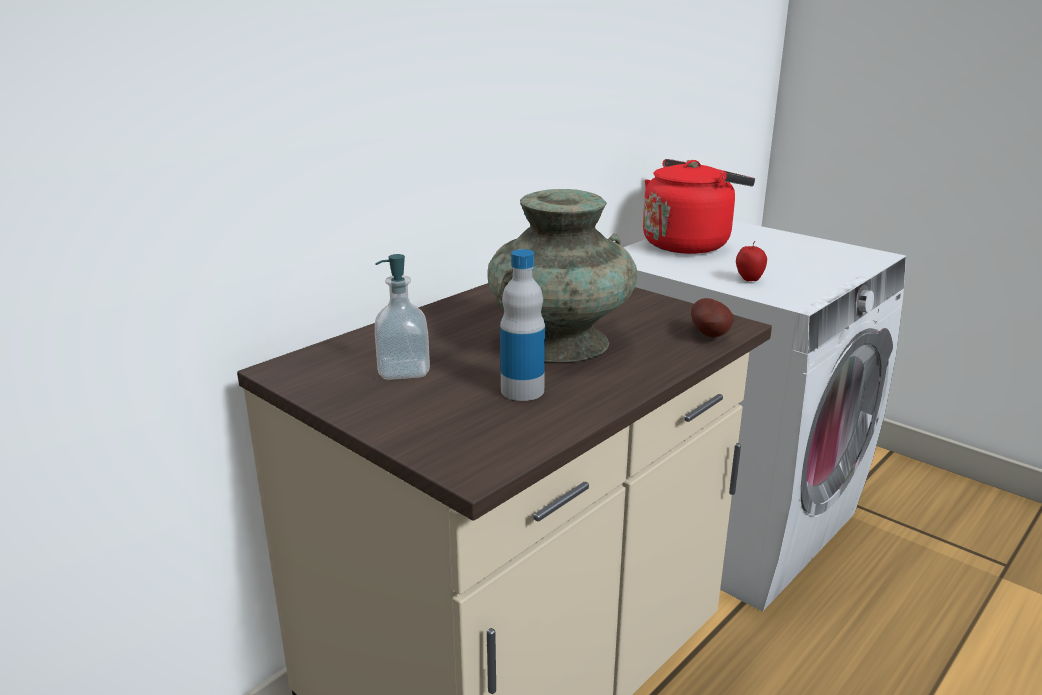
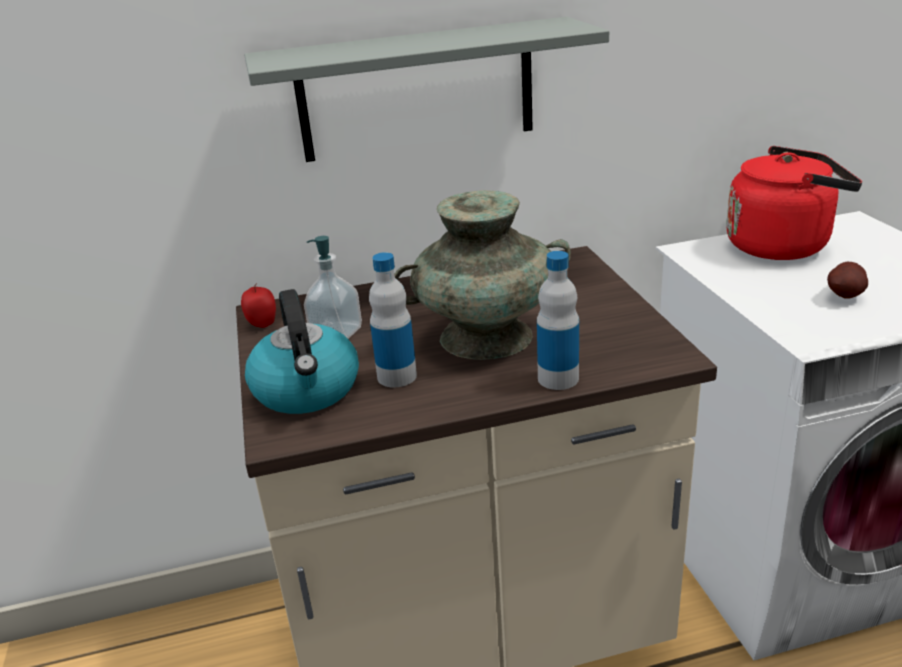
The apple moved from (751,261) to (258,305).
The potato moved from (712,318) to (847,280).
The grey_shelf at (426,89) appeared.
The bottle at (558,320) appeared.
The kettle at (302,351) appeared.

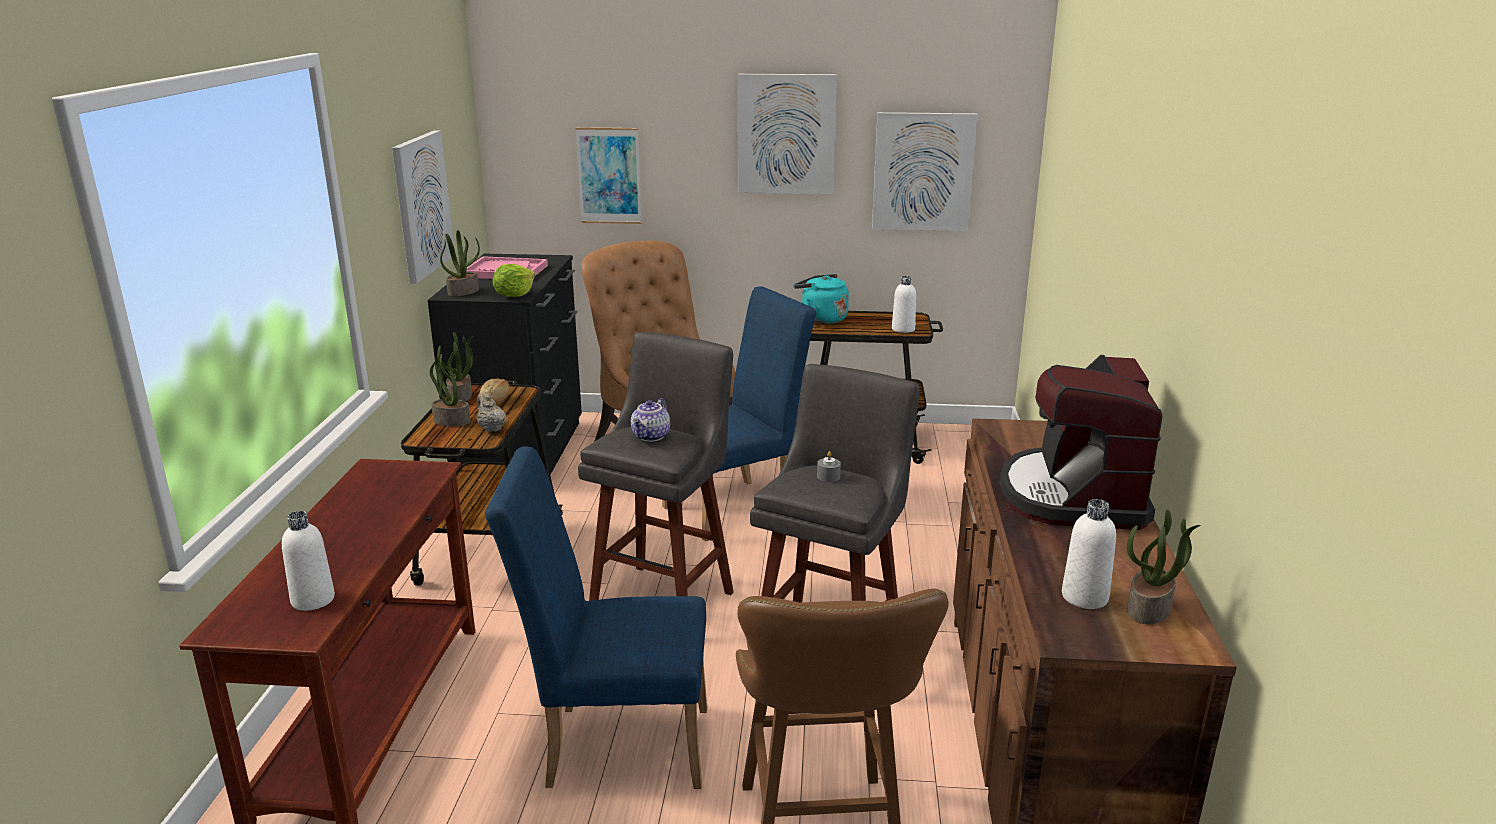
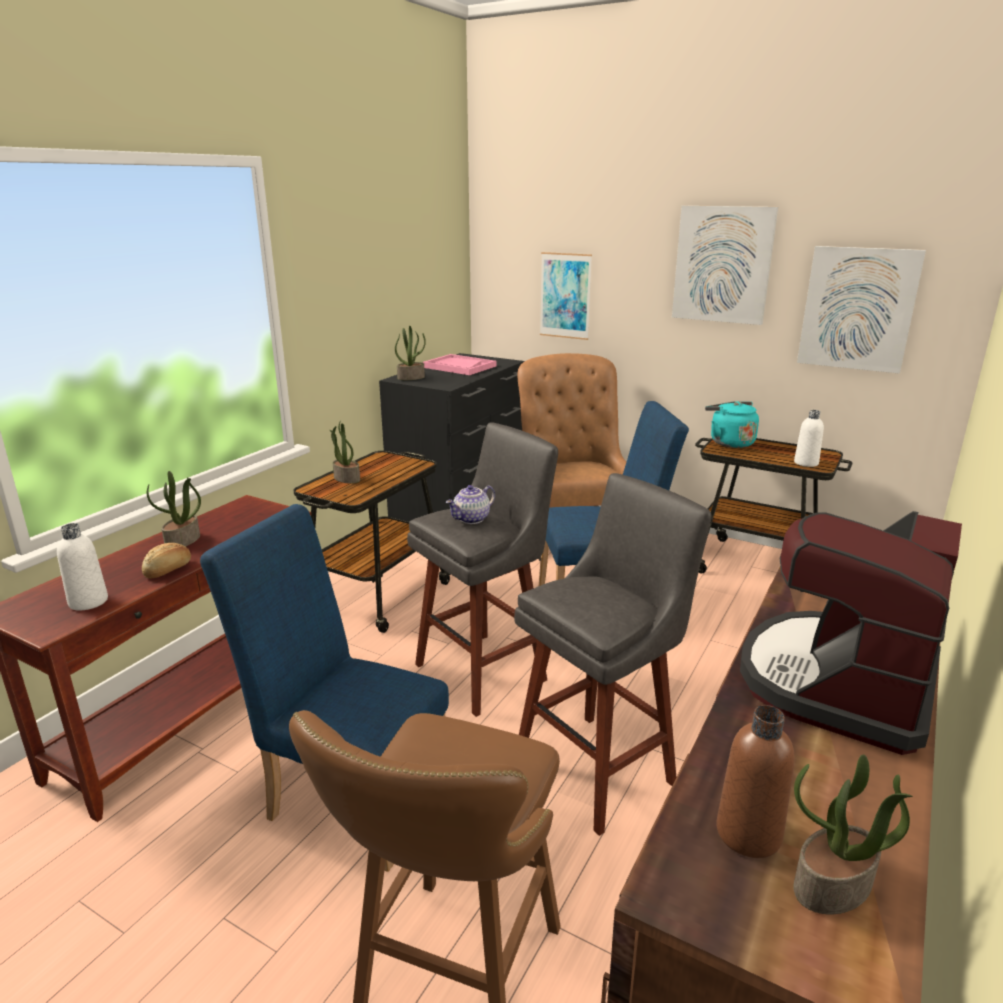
The picture at (423,207) disappeared.
The lettuce at (513,280) disappeared.
The potted_plant moved from (455,366) to (174,509).
The bread moved from (494,392) to (166,560).
The beige_teapot at (491,412) disappeared.
The grey_candle at (829,466) disappeared.
The white_bottle at (1089,554) became the brown_bottle at (755,781).

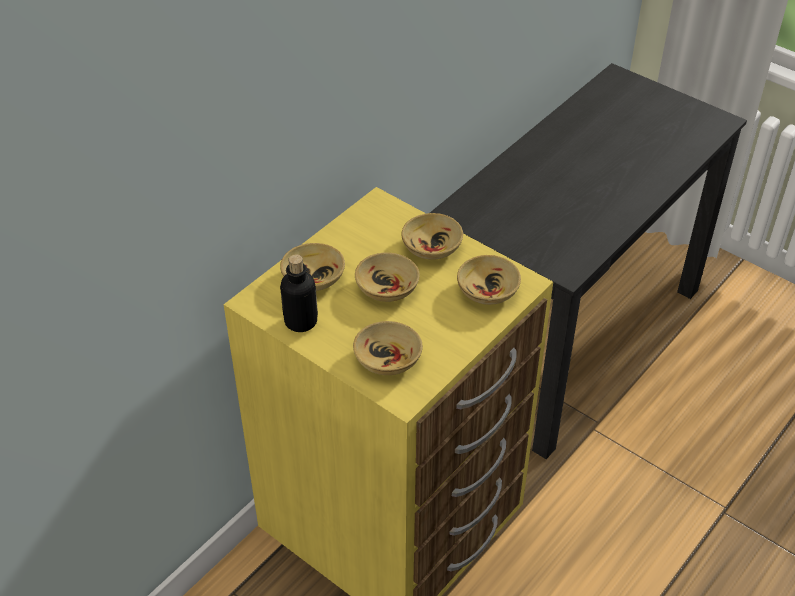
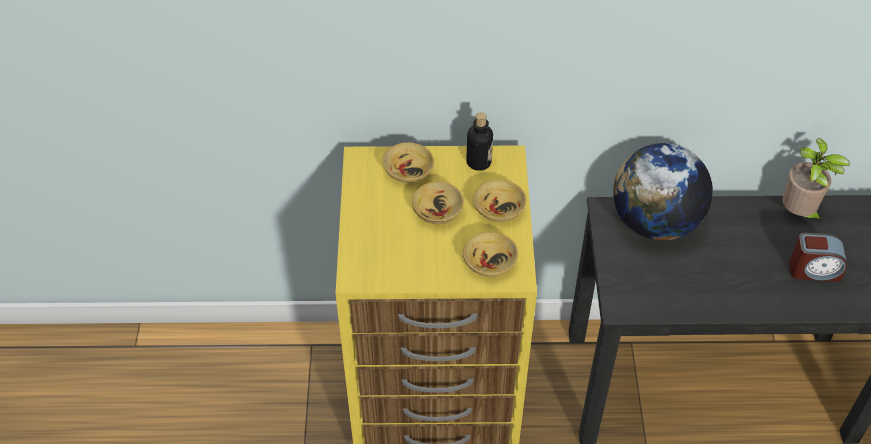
The bottle moved from (299,293) to (479,141).
The beige_bowl at (388,348) disappeared.
The potted_plant at (816,180) appeared.
The globe at (663,192) appeared.
The alarm_clock at (818,257) appeared.

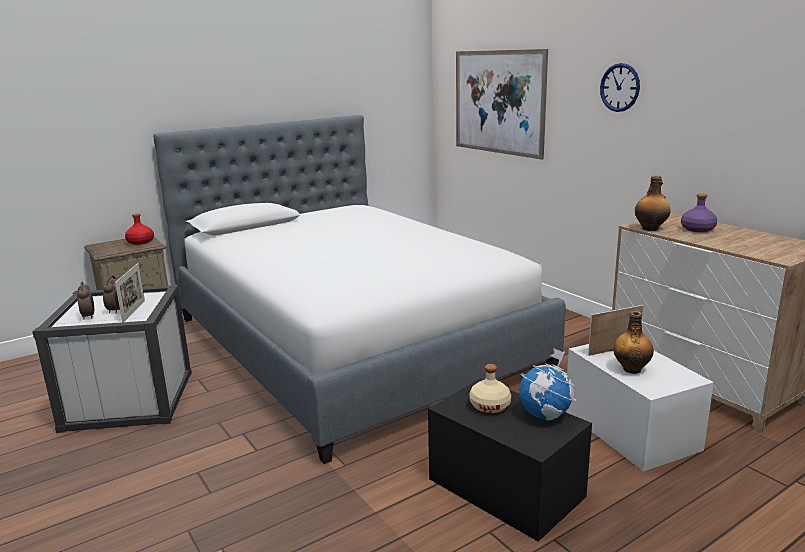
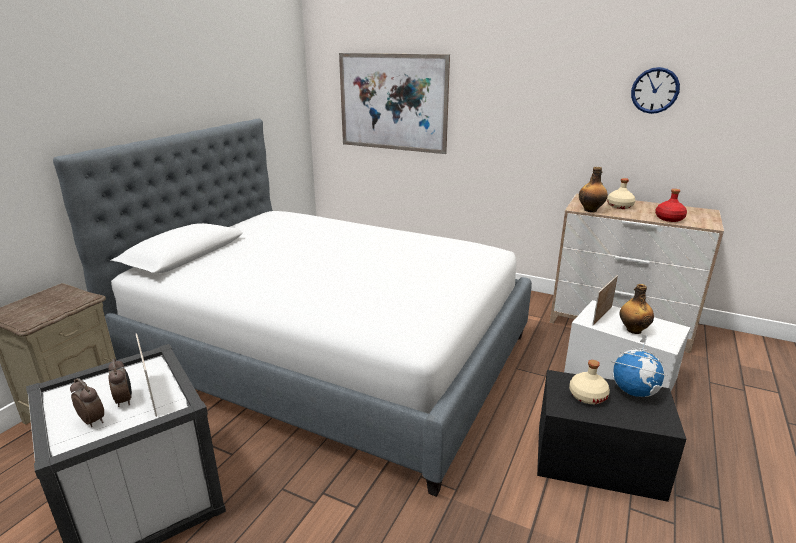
The wall_clock moved from (620,87) to (655,90).
The purple_bottle at (699,213) became the beige_bottle at (621,193).
The red_bottle moved from (139,229) to (671,205).

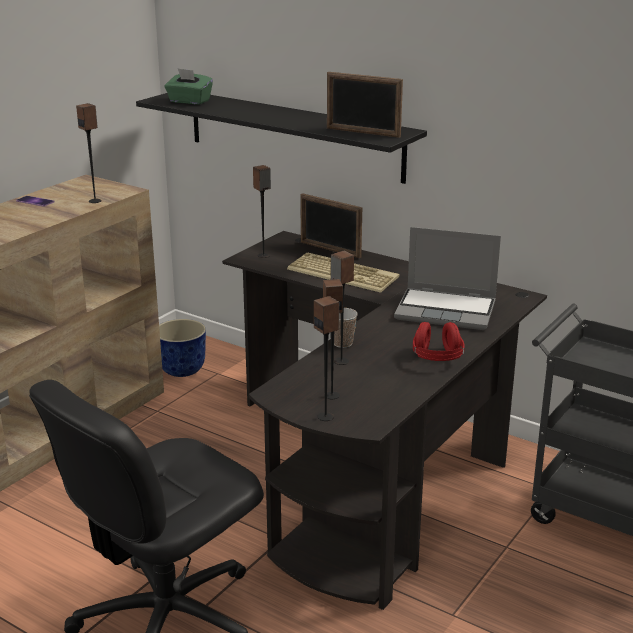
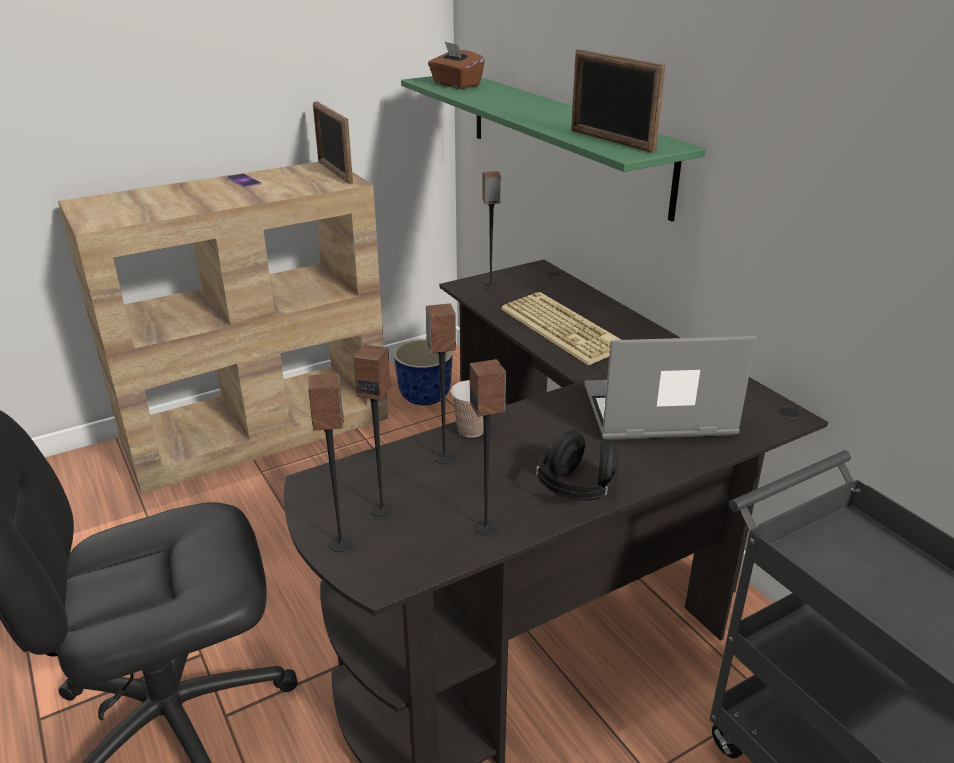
The green_tissue_box at (189,86) became the brown_tissue_box at (456,65).
The black_shelf at (281,138) became the green_shelf at (553,149).
The speaker moved from (89,153) to (488,447).
The picture_frame moved from (331,225) to (333,142).
The laptop at (447,278) turned 135 degrees clockwise.
The red_headphones at (439,341) became the black_headphones at (577,465).

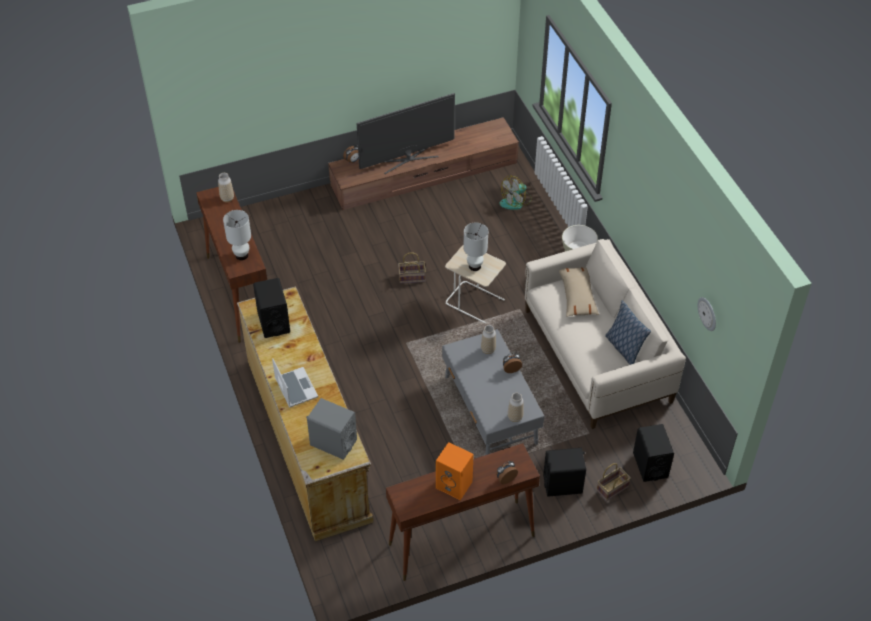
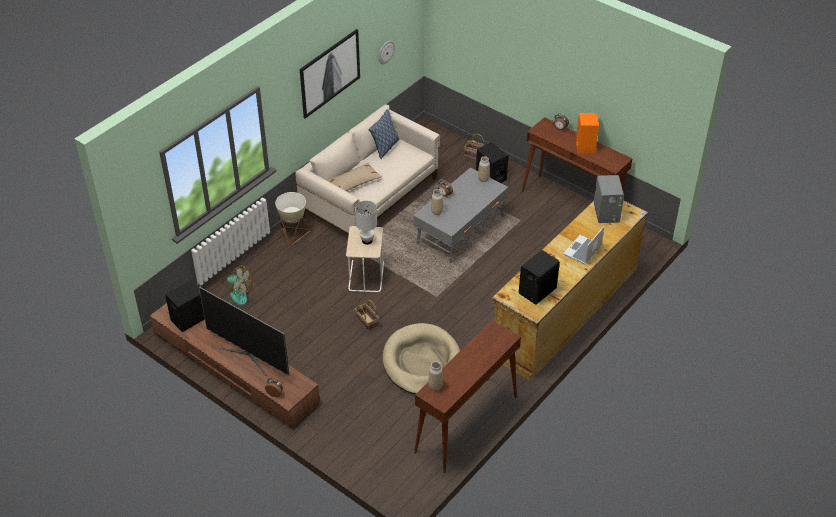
The white_table_lamp at (237,235) disappeared.
The black_speaker moved from (653,453) to (185,306).
The picture at (330,74) appeared.
The beige_dog_bed at (421,358) appeared.

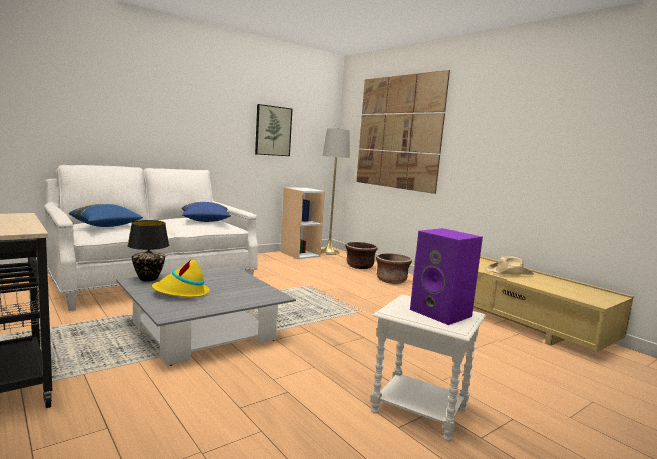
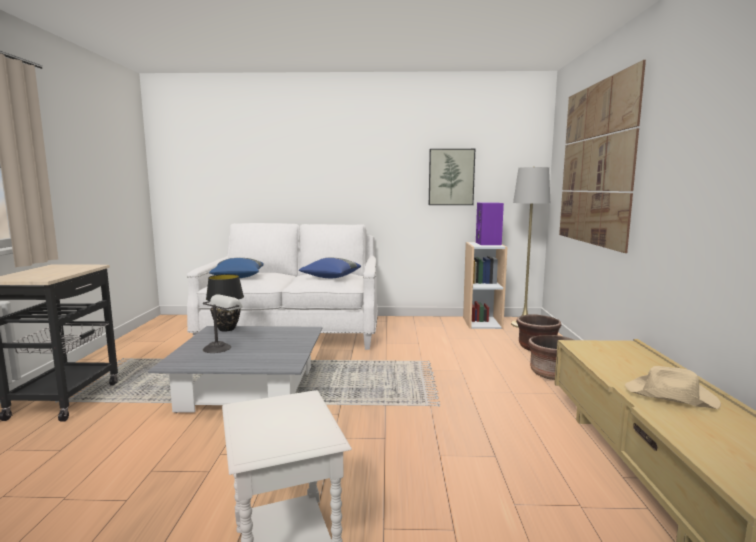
The purple_speaker moved from (446,276) to (490,223).
The yellow_hat at (181,278) was replaced by the table_lamp at (223,323).

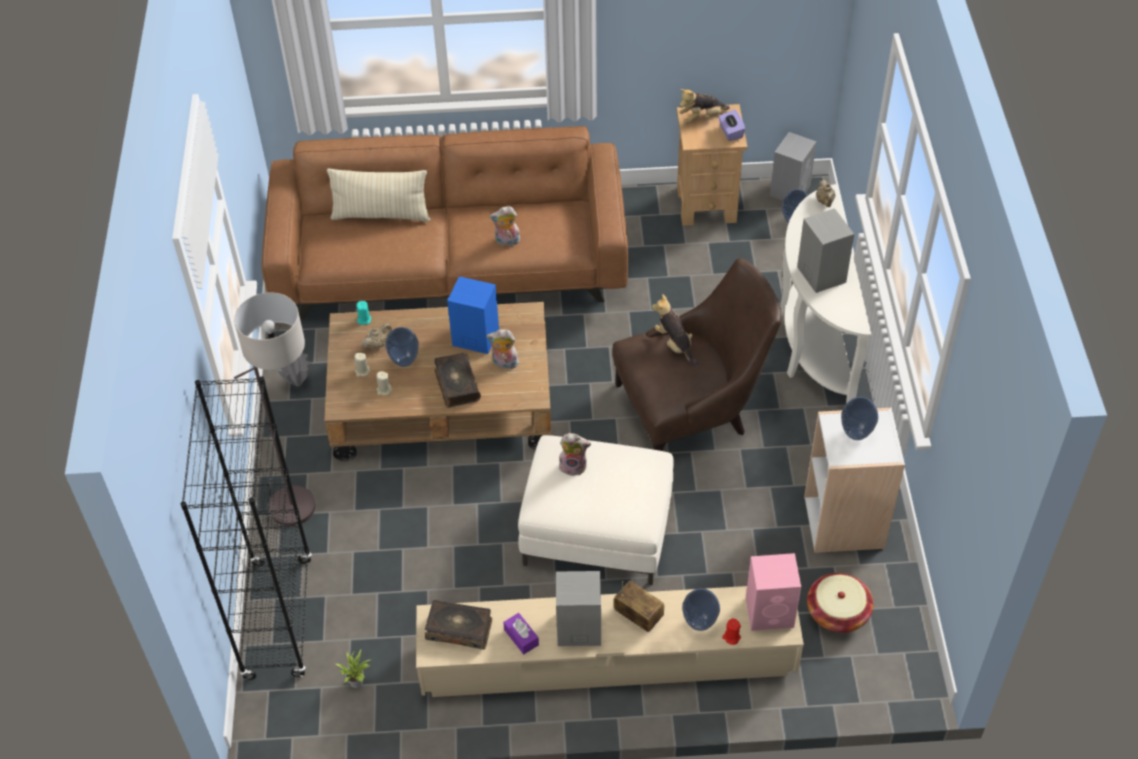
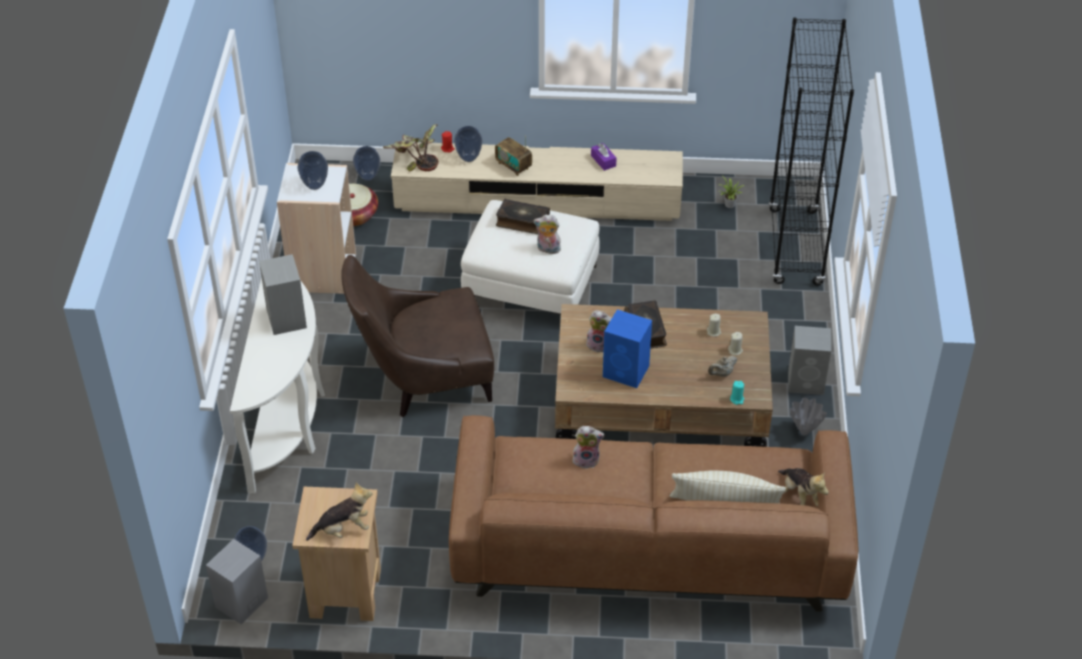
The purple_tissue_box at (731,125) disappeared.
The beige_teapot at (826,193) disappeared.
The grey_floor_lamp at (274,409) disappeared.
The plush_toy moved from (675,330) to (803,487).
The vase moved from (402,347) to (366,163).
The pink_speaker at (773,592) was replaced by the potted_plant at (411,147).
The grey_speaker moved from (578,608) to (809,360).
The book moved from (458,625) to (523,216).

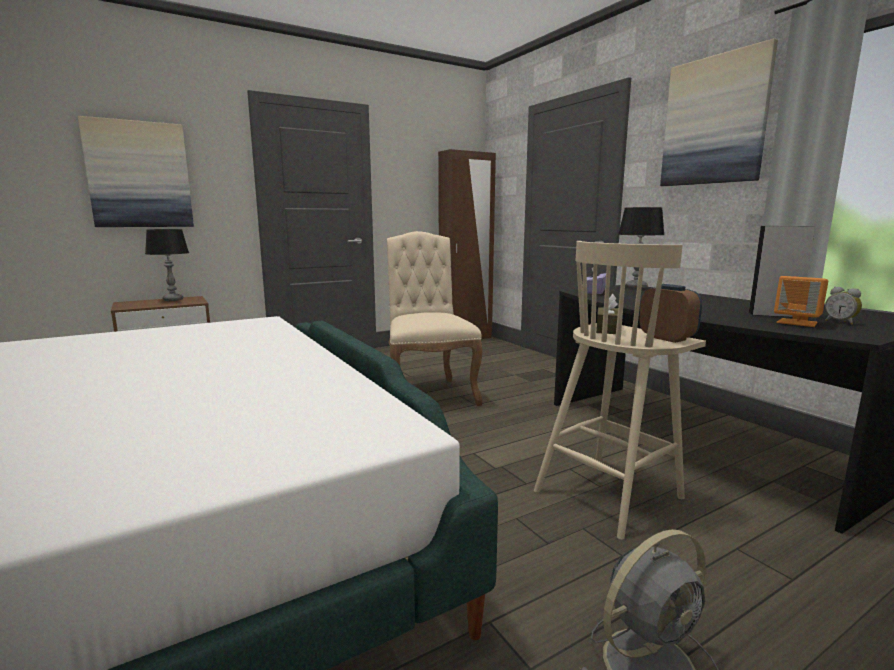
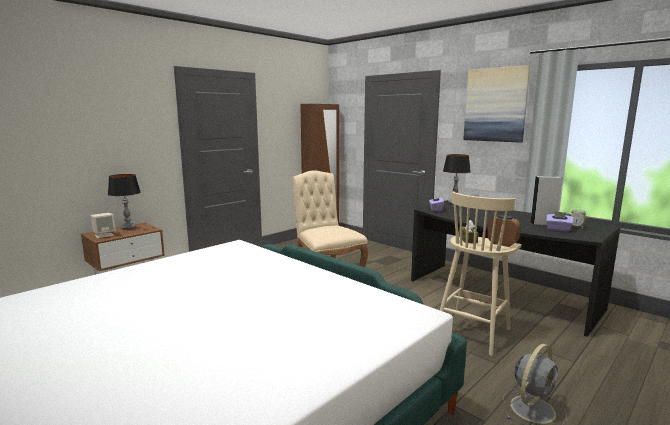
The picture at (136,171) disappeared.
The orange_speaker at (801,301) was replaced by the purple_tissue_box at (559,221).
The beige_speaker at (103,225) appeared.

